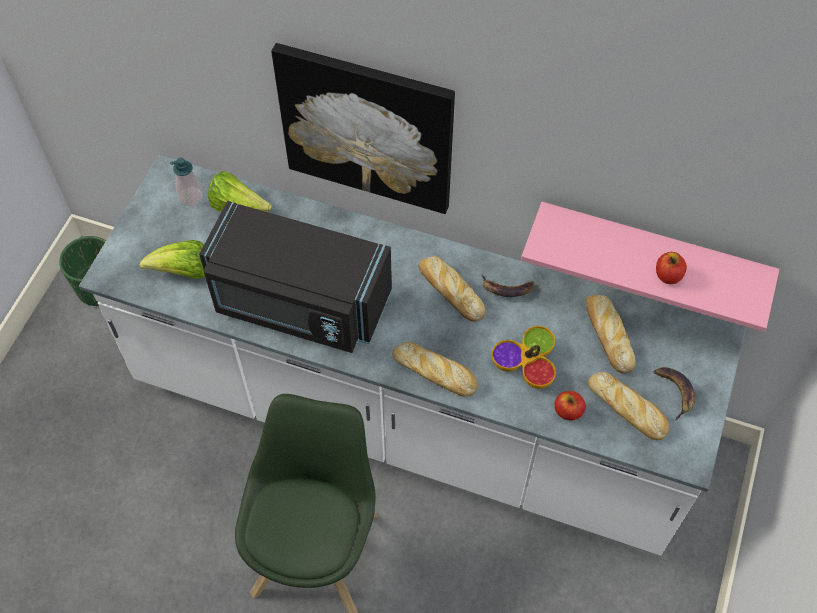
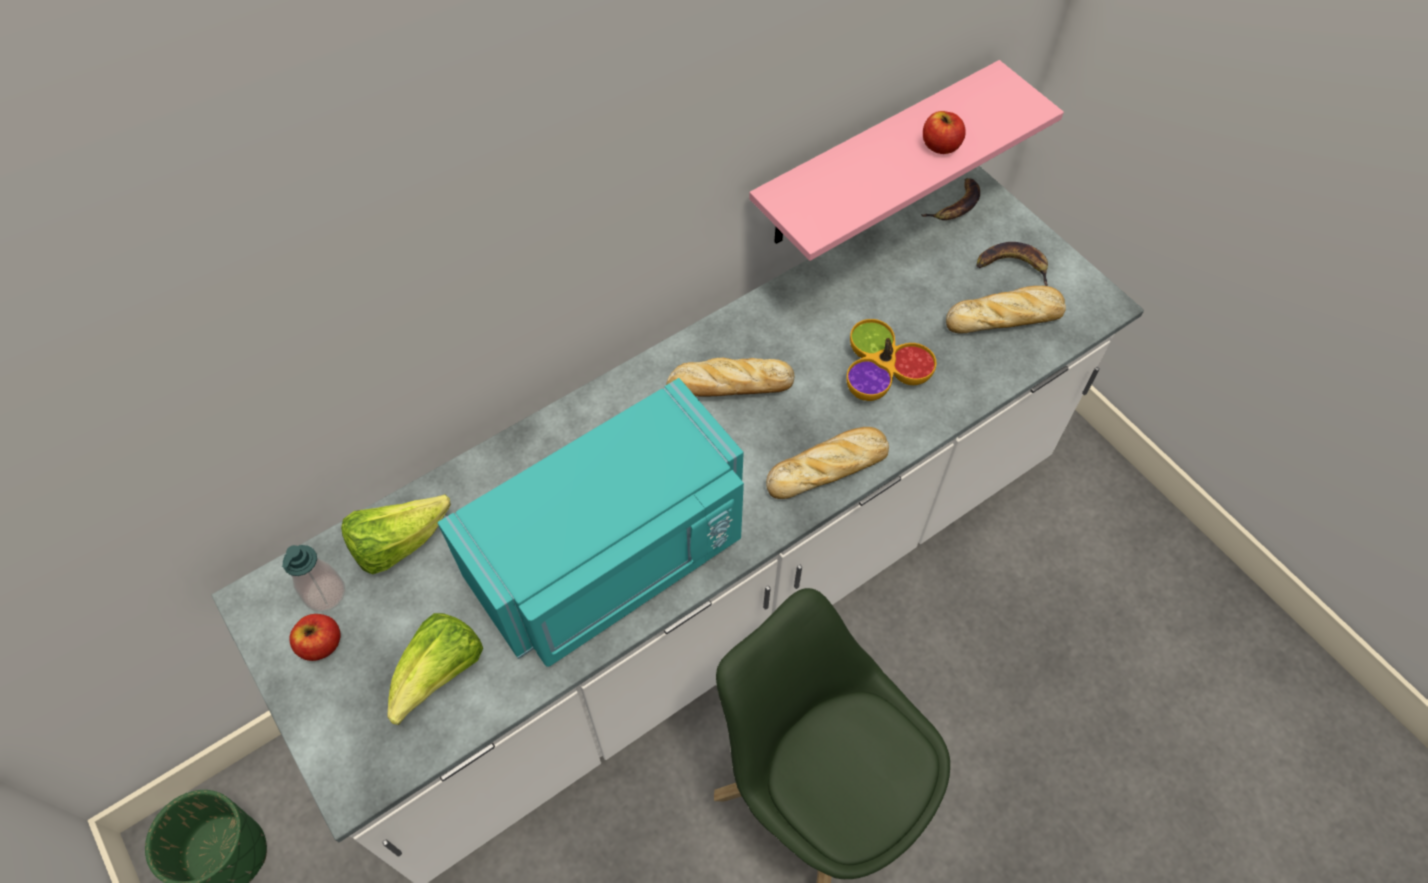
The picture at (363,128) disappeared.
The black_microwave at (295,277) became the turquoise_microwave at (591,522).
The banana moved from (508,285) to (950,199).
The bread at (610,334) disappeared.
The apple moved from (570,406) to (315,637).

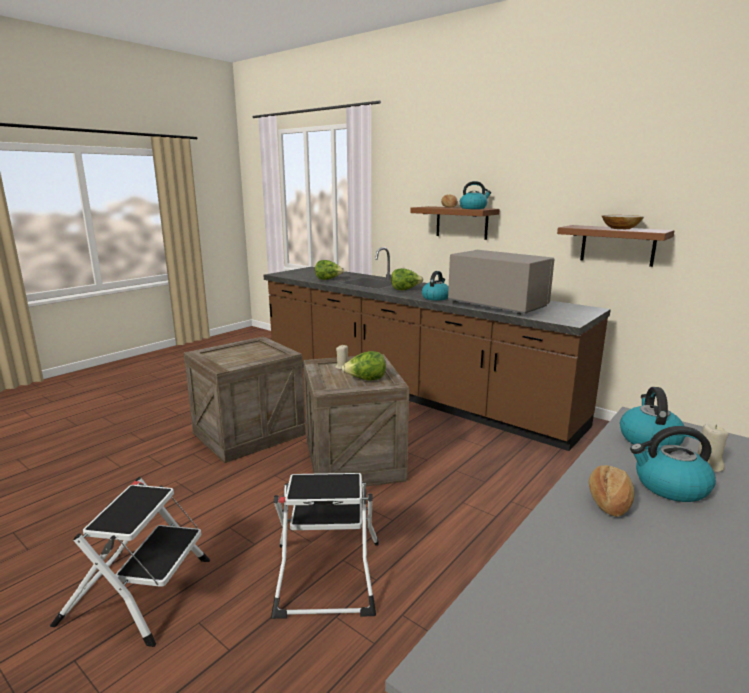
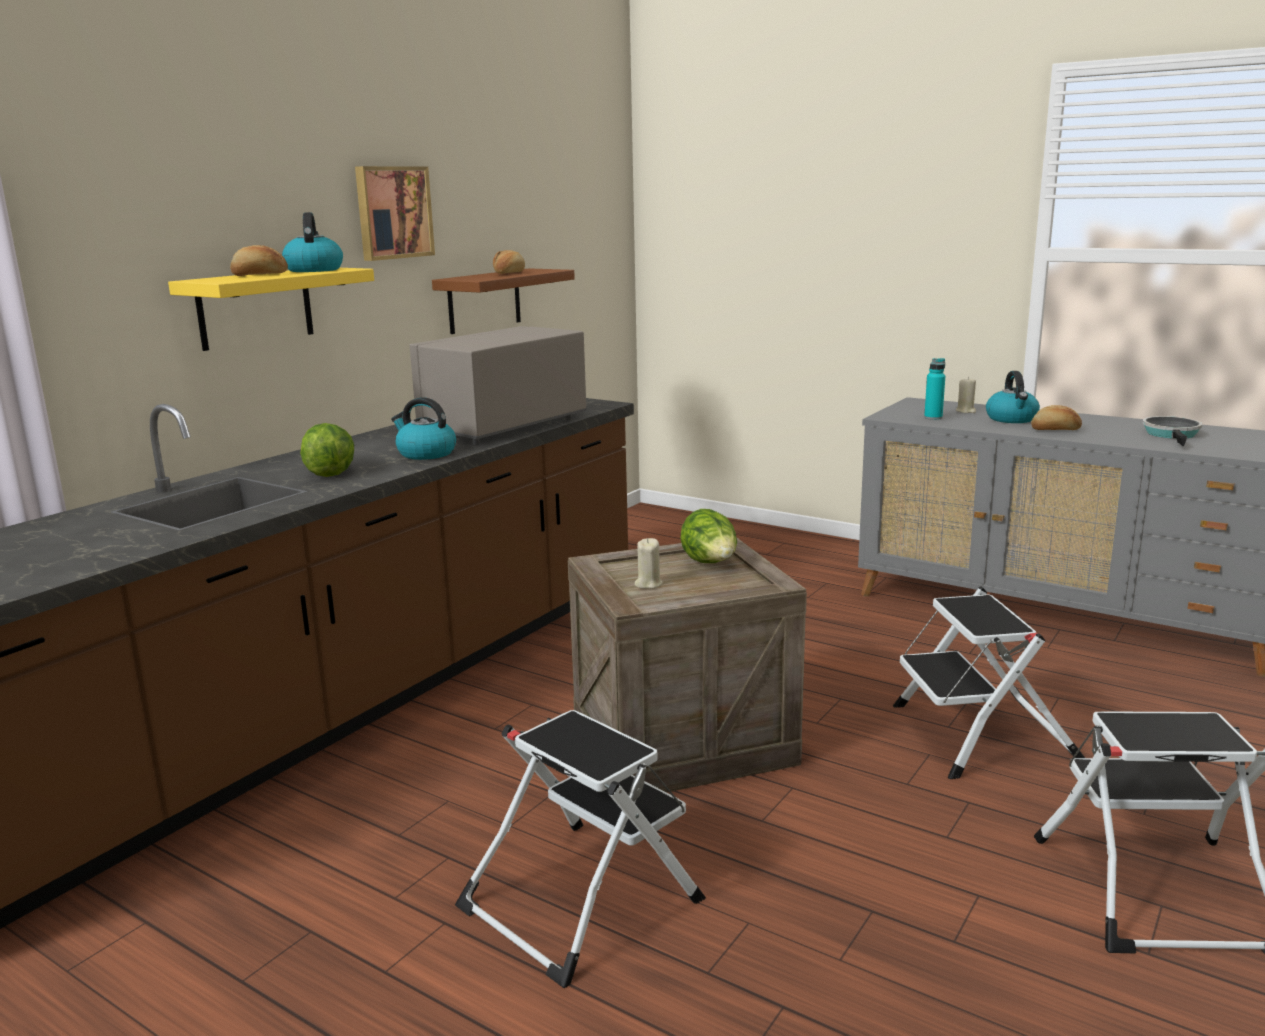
The brown_shelf at (455,223) became the yellow_shelf at (271,309).
The bowl at (623,222) was replaced by the bread at (509,262).
The lettuce at (329,270) disappeared.
The crate at (245,399) was replaced by the step_ladder at (580,849).
The kettle at (652,418) was replaced by the turquoise_bottle at (934,389).
The picture at (395,213) appeared.
The frying_pan at (1173,431) appeared.

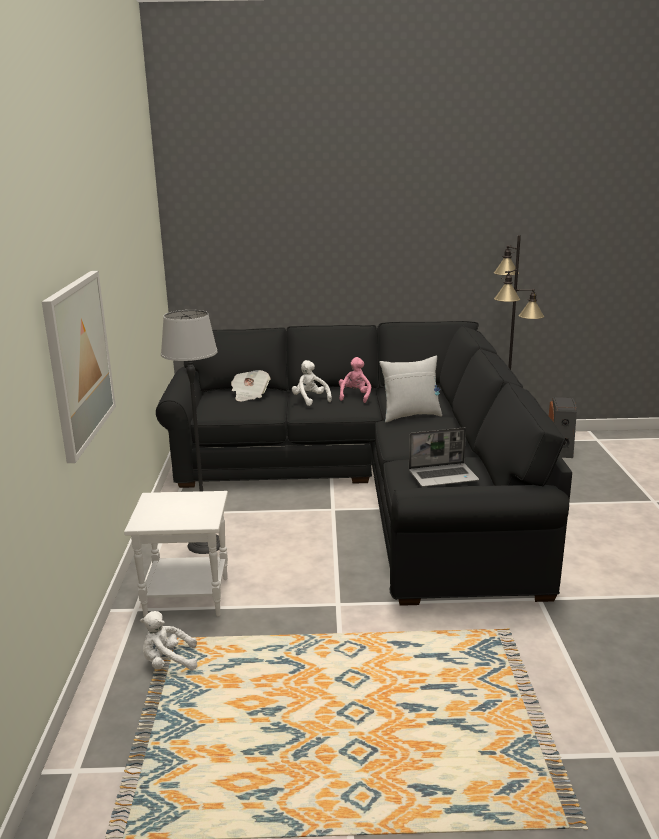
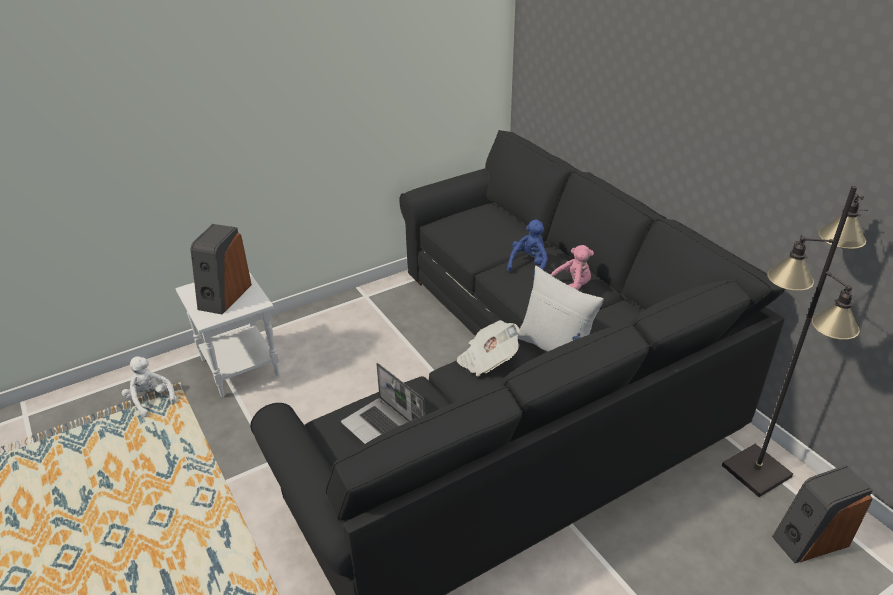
The picture at (79,367) disappeared.
The floor_lamp at (190,432) disappeared.
The white_plush_toy at (312,383) became the blue_plush_toy at (527,248).
The newspaper moved from (250,385) to (488,348).
The speaker at (221,269) appeared.

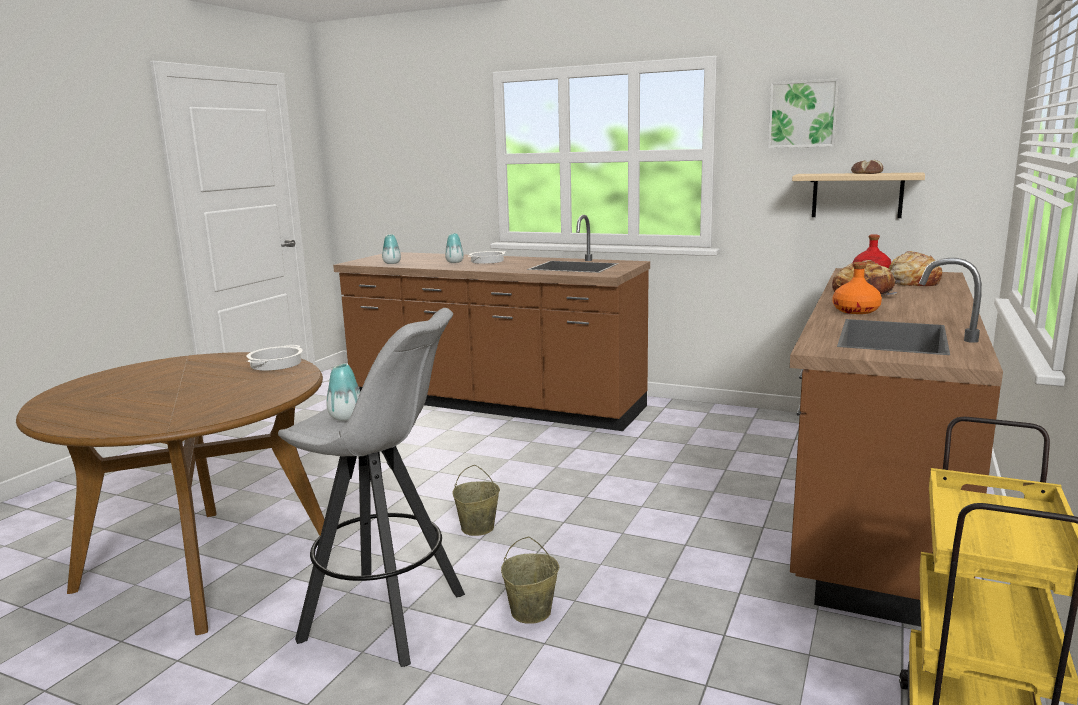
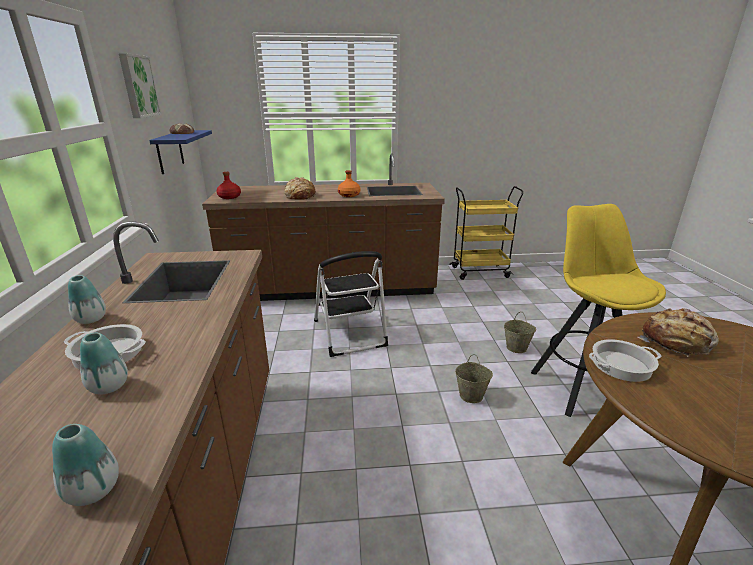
The beige_shelf at (858,195) became the blue_shelf at (180,152).
The bread moved from (915,268) to (678,332).
The grey_stool at (371,487) became the yellow_stool at (598,310).
The vase moved from (343,392) to (87,299).
The step_ladder at (351,304) appeared.

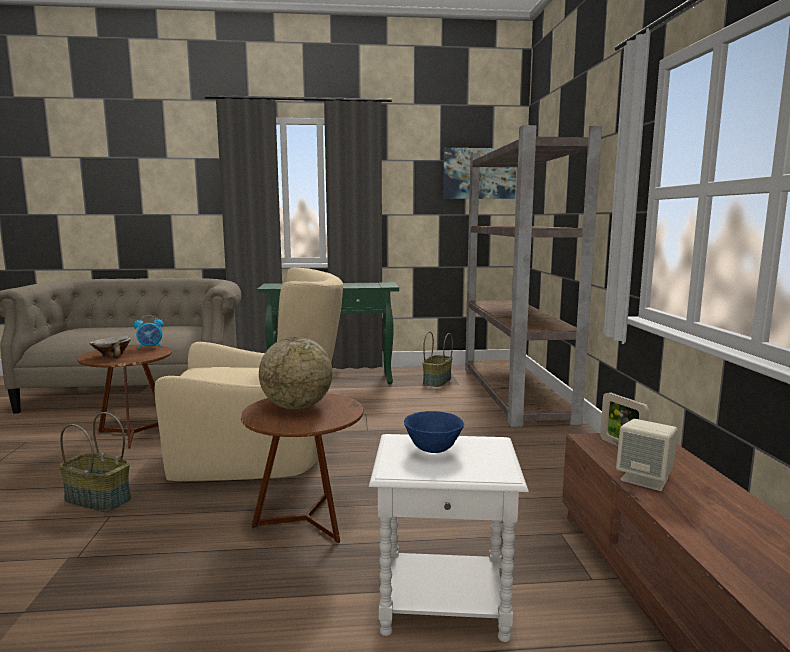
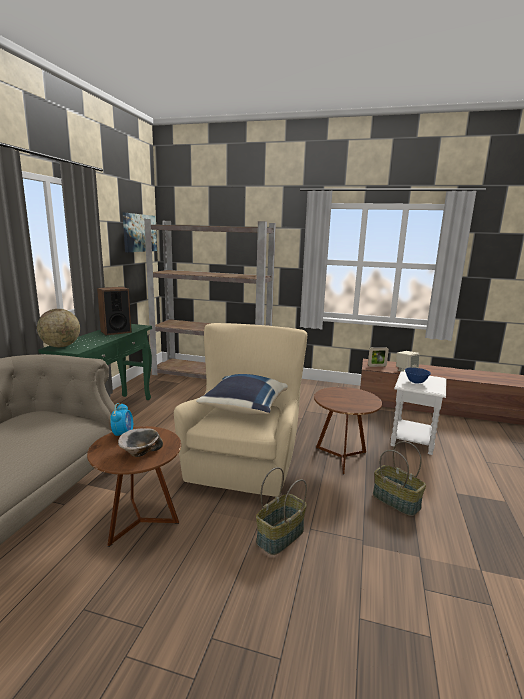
The basket moved from (437,359) to (399,478).
The globe moved from (295,373) to (58,328).
The speaker at (114,311) appeared.
The blue_pillow at (242,394) appeared.

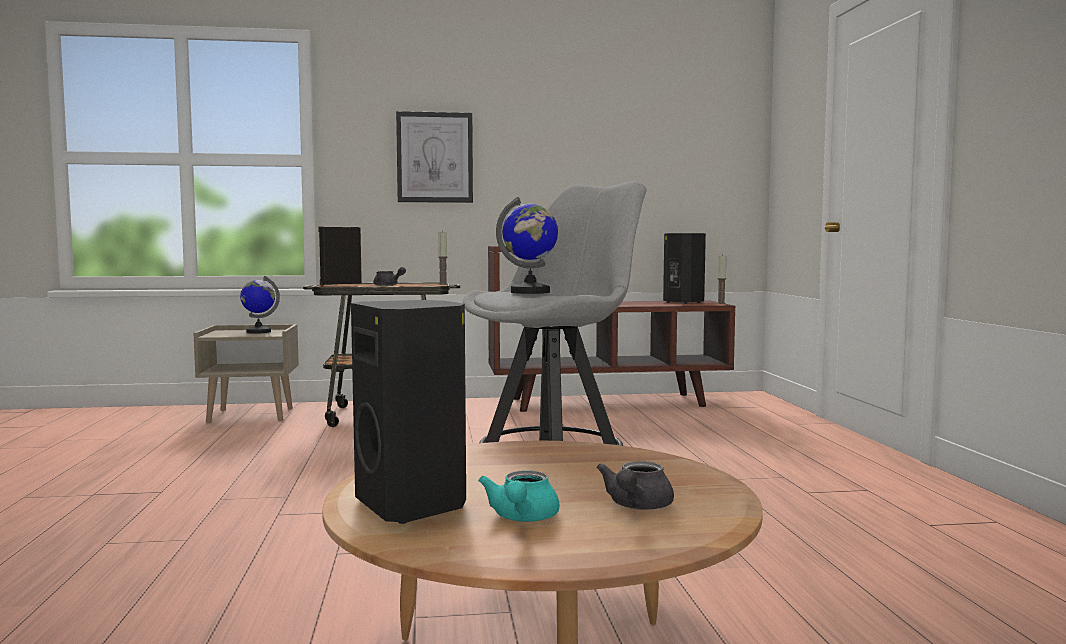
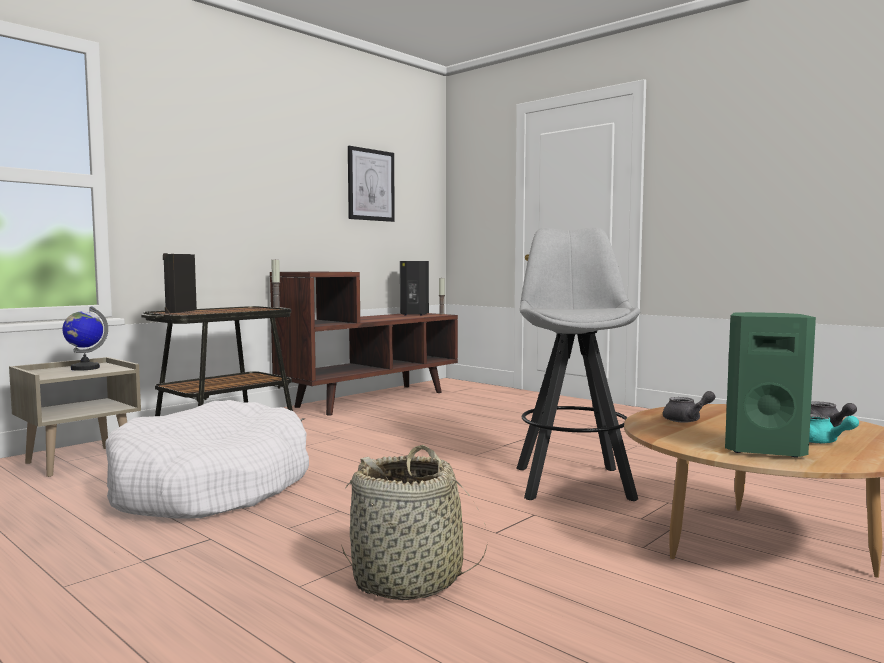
The picture moved from (434,157) to (371,184).
The globe at (527,245) disappeared.
The grey_teapot moved from (389,276) to (689,407).
The black_speaker at (408,412) became the green_speaker at (770,385).
The white_dog_bed at (207,459) appeared.
The basket at (414,522) appeared.

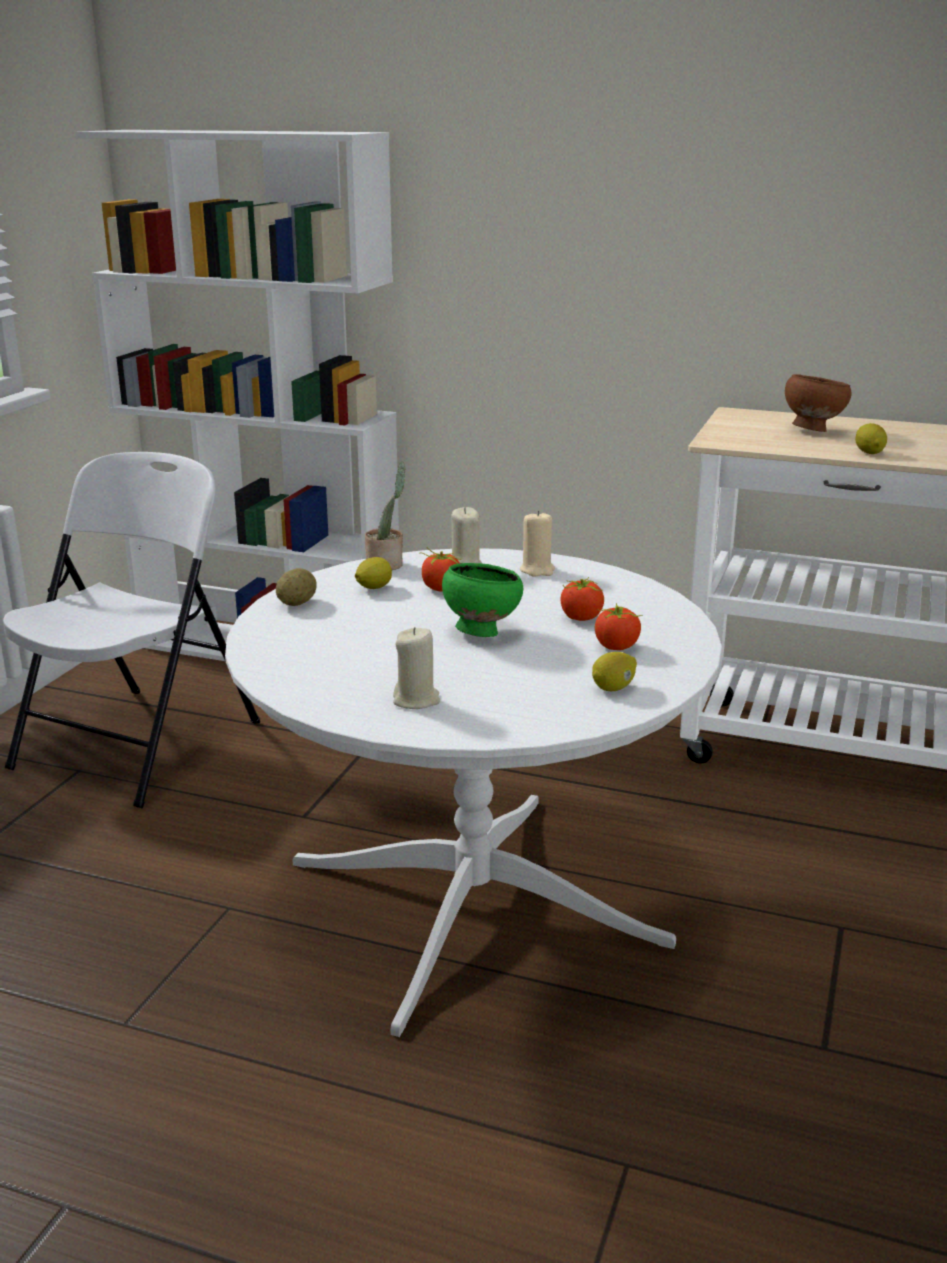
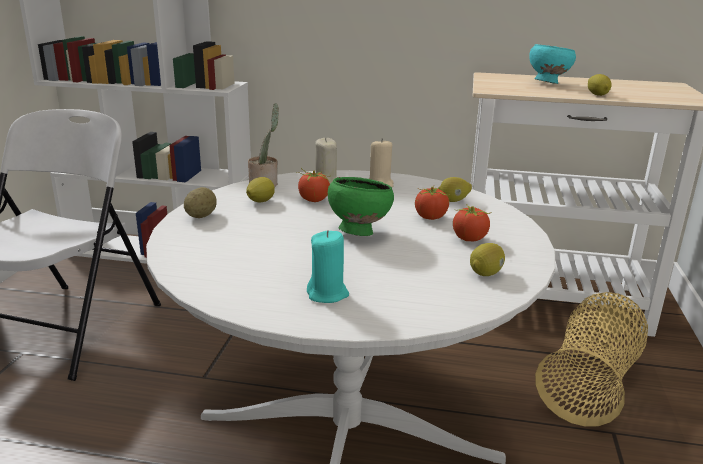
The brown_bowl at (818,403) became the turquoise_bowl at (552,64).
The beige_candle at (416,668) became the turquoise_candle at (328,266).
The lemon at (455,189) appeared.
The basket at (591,359) appeared.

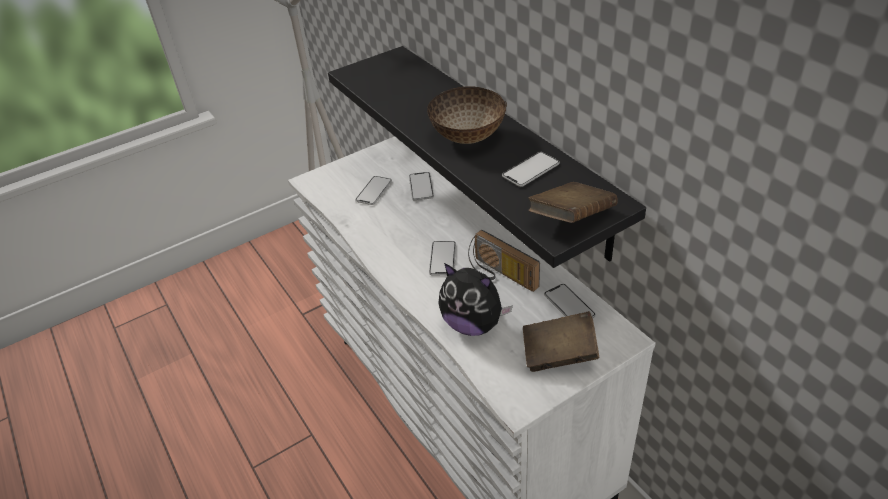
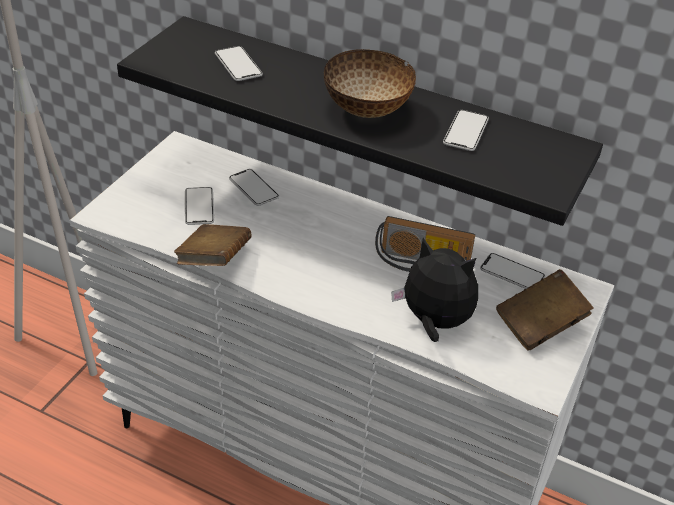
The brown_book moved from (573,202) to (213,245).
The phone moved from (442,258) to (239,63).
The plush_toy at (475,299) turned 150 degrees counterclockwise.

